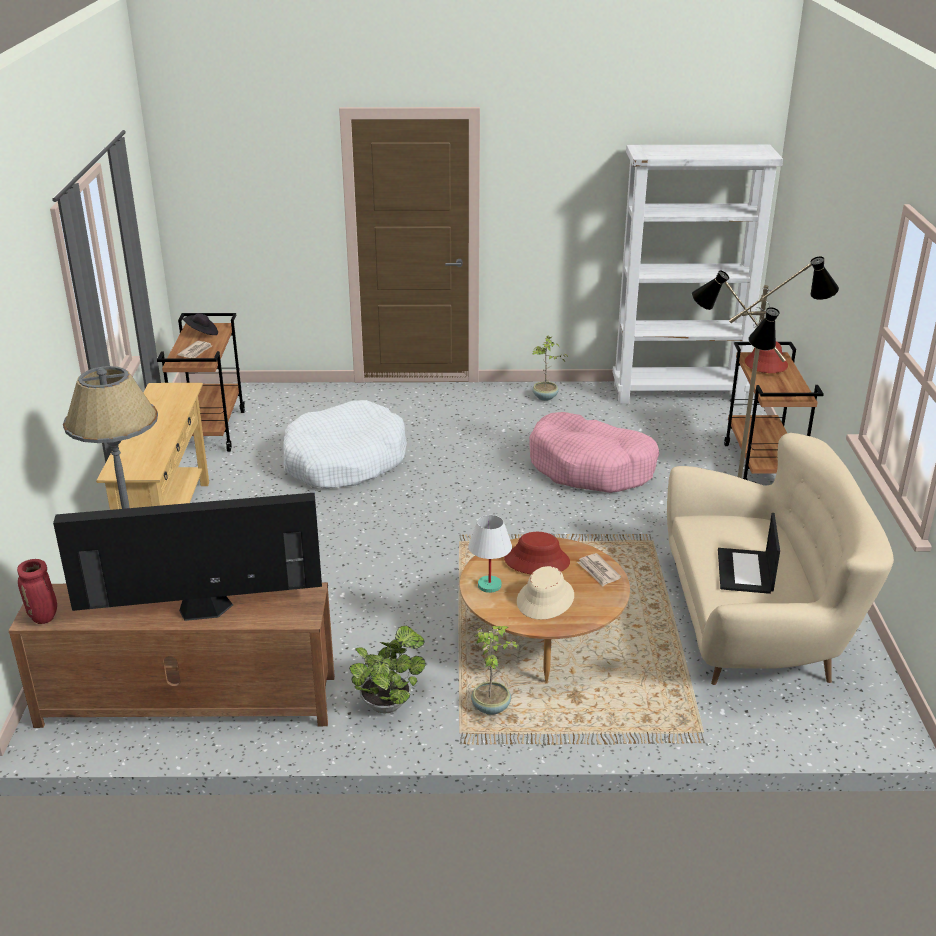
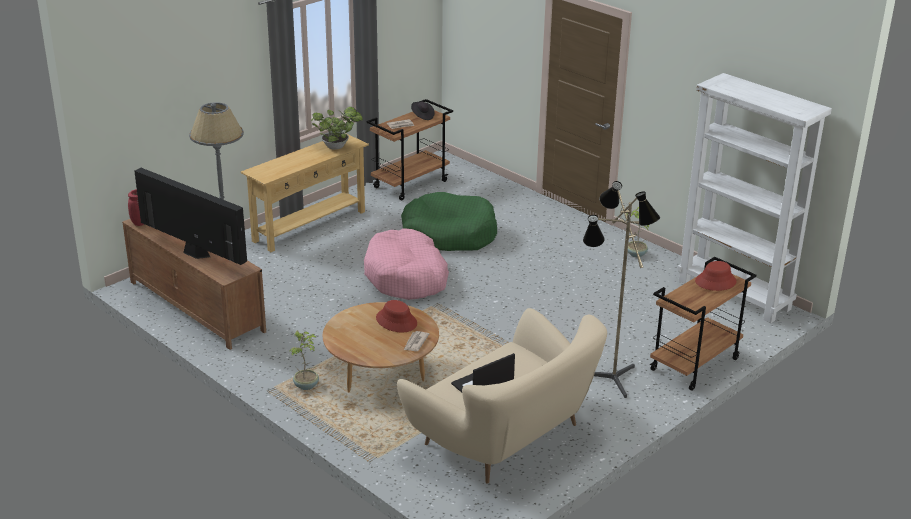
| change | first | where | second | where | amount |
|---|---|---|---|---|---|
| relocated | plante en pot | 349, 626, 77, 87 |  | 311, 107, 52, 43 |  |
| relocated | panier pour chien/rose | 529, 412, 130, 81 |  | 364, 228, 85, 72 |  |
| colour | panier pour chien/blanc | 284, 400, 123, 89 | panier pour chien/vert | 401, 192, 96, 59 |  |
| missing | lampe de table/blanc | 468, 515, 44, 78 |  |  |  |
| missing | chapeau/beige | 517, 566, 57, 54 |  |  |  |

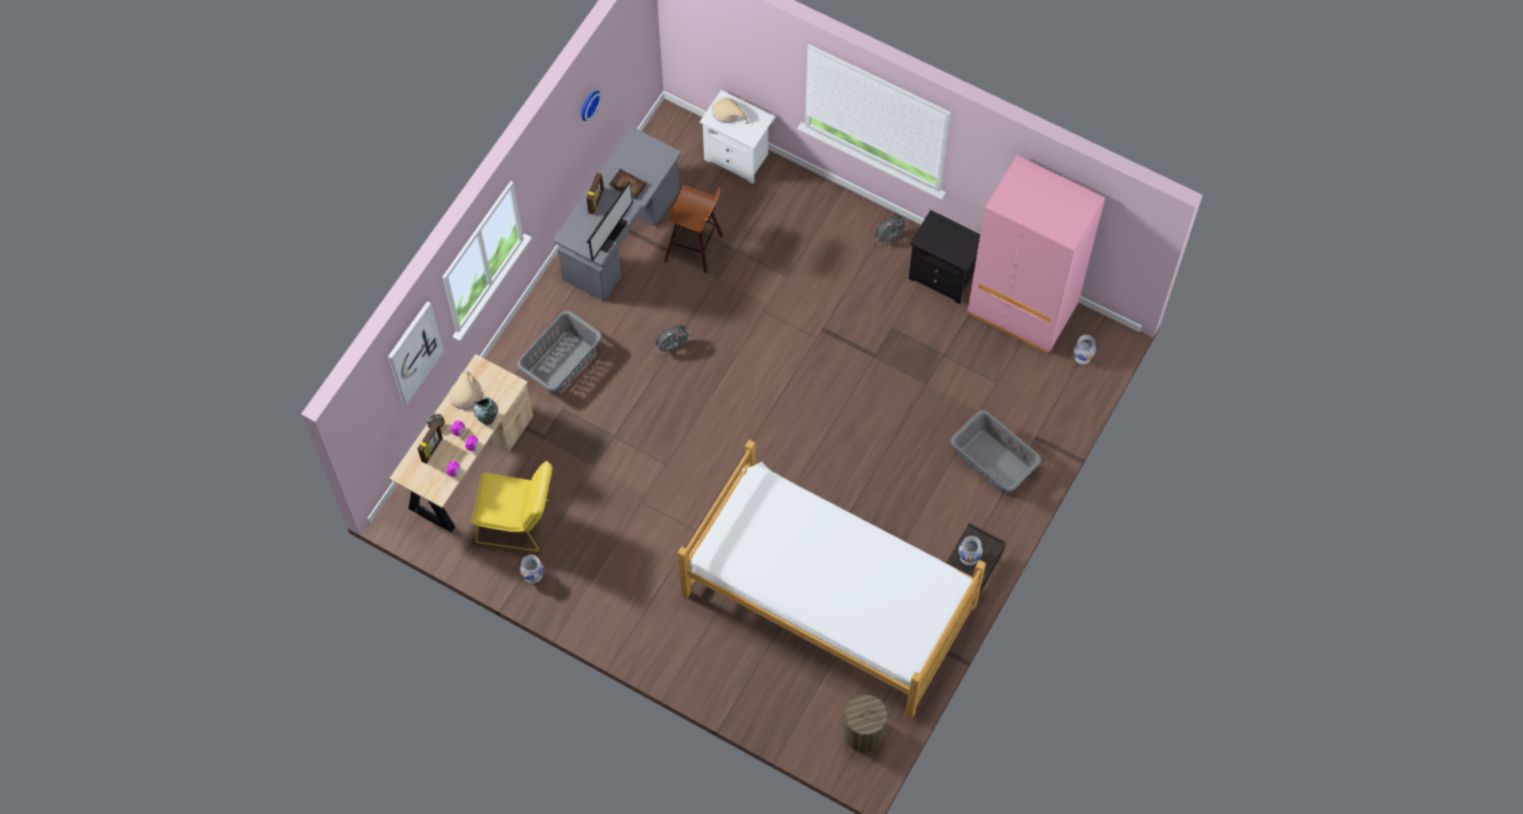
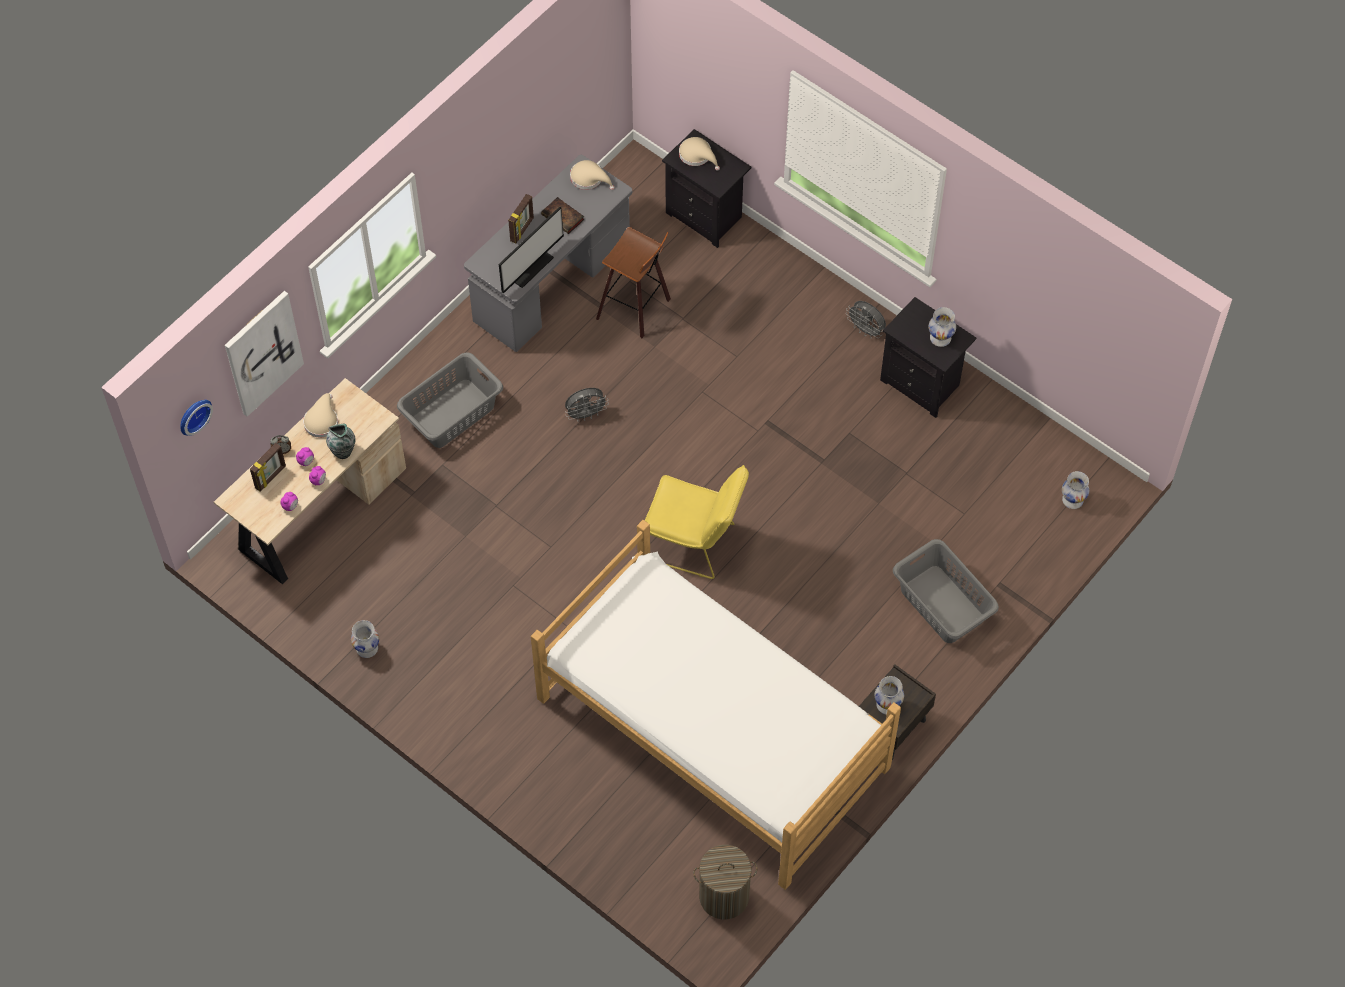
| change | first | where | second | where | amount |
|---|---|---|---|---|---|
| relocated | horloge murale | 581, 91, 21, 30 |  | 181, 400, 32, 36 |  |
| appeared |  |  | chapeau/beige | 570, 160, 45, 30 |  |
| relocated | chaise/jaune | 471, 461, 81, 90 |  | 645, 465, 104, 114 |  |
| colour | table de chevet/blanc | 700, 90, 75, 94 | table de chevet/noir | 662, 129, 89, 119 |  |
| spun | ventilateur/gris | 875, 215, 33, 30 |  | 846, 301, 40, 38 | 60 degrees clockwise |
| appeared |  |  | vase/blanc | 929, 307, 27, 40 |  |
| missing | armoire/rose | 968, 155, 137, 198 |  |  |  |

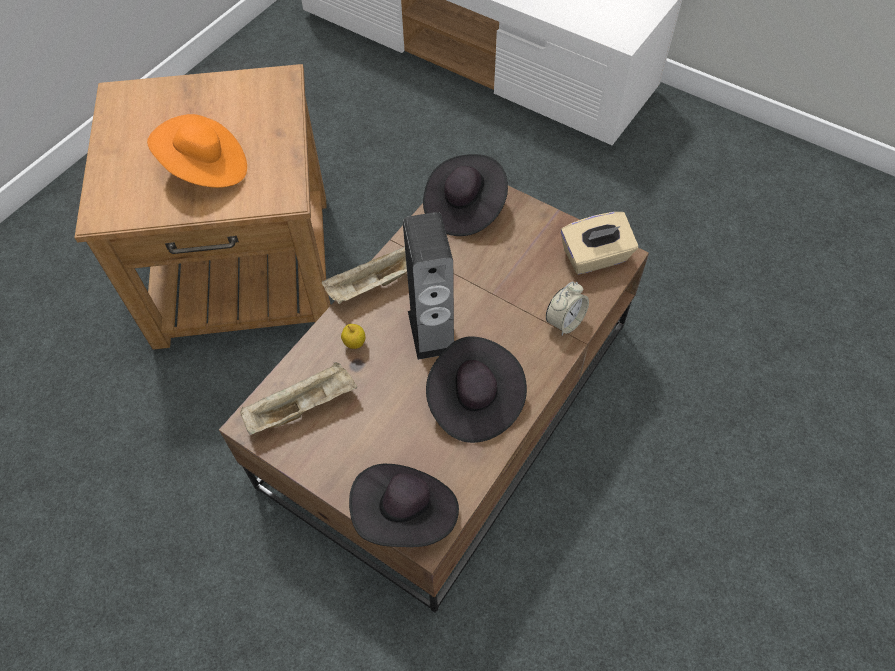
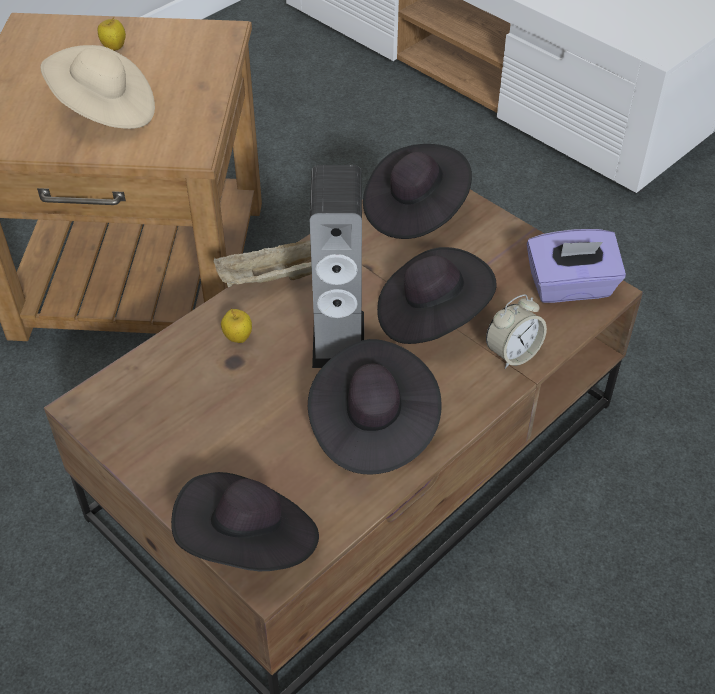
| change | first | where | second | where | amount |
|---|---|---|---|---|---|
| colour | chapeau/orange | 147, 114, 100, 74 | chapeau/beige | 40, 45, 115, 84 |  |
| appeared |  |  | pomme | 98, 17, 28, 34 |  |
| appeared |  |  | chapeau/noir | 377, 247, 119, 97 |  |
| colour | boîte à mouchoirs/beige | 561, 212, 77, 63 | boîte à mouchoirs/violet | 527, 229, 99, 74 |  |
| missing | plateau/beige | 240, 362, 117, 73 |  |  |  |

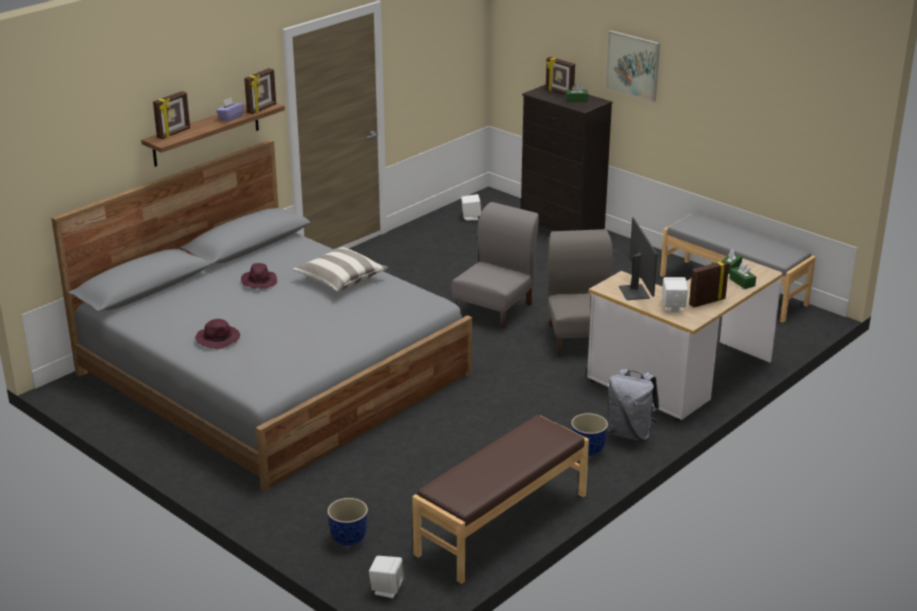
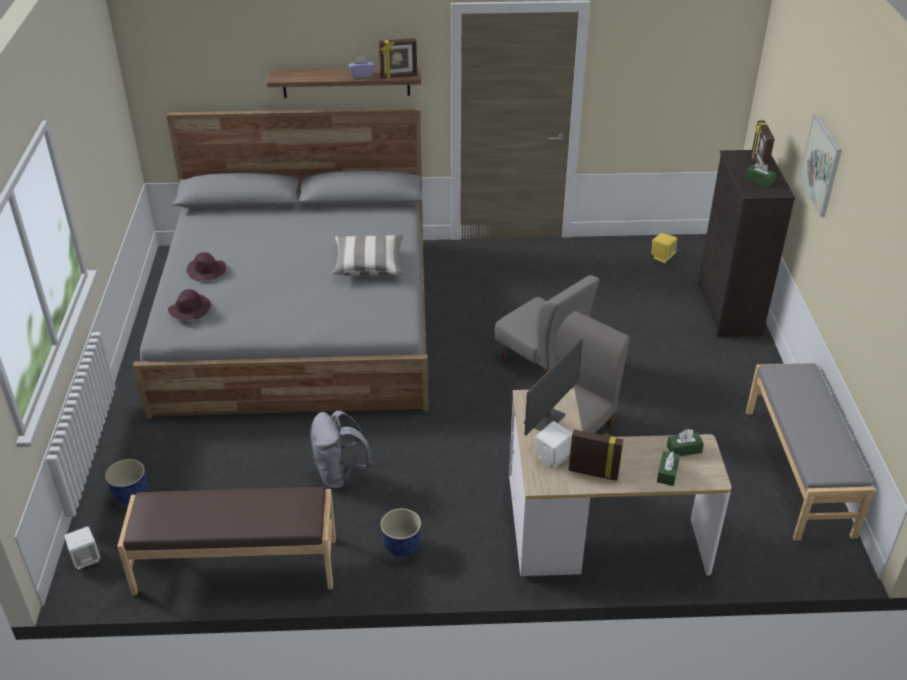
| change | first | where | second | where | amount |
|---|---|---|---|---|---|
| relocated | chapeau/violet | 241, 263, 36, 26 |  | 168, 289, 43, 31 |  |
| relocated | sac à dos/gris | 607, 369, 52, 72 |  | 310, 410, 62, 79 |  |
| spun | chaise/gris | 452, 202, 87, 127 |  | 494, 275, 105, 101 | 60 degrees clockwise |
| colour | enceinte/blanc | 461, 194, 20, 26 | enceinte/jaune | 651, 233, 26, 30 |  |
| missing | cadre photo | 153, 91, 37, 48 |  |  |  |

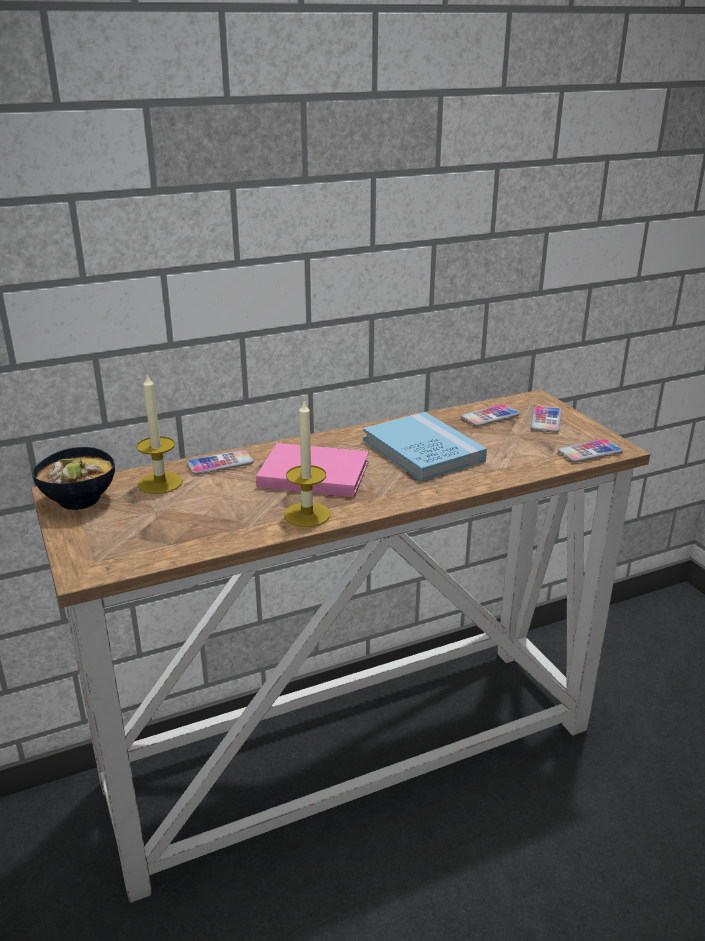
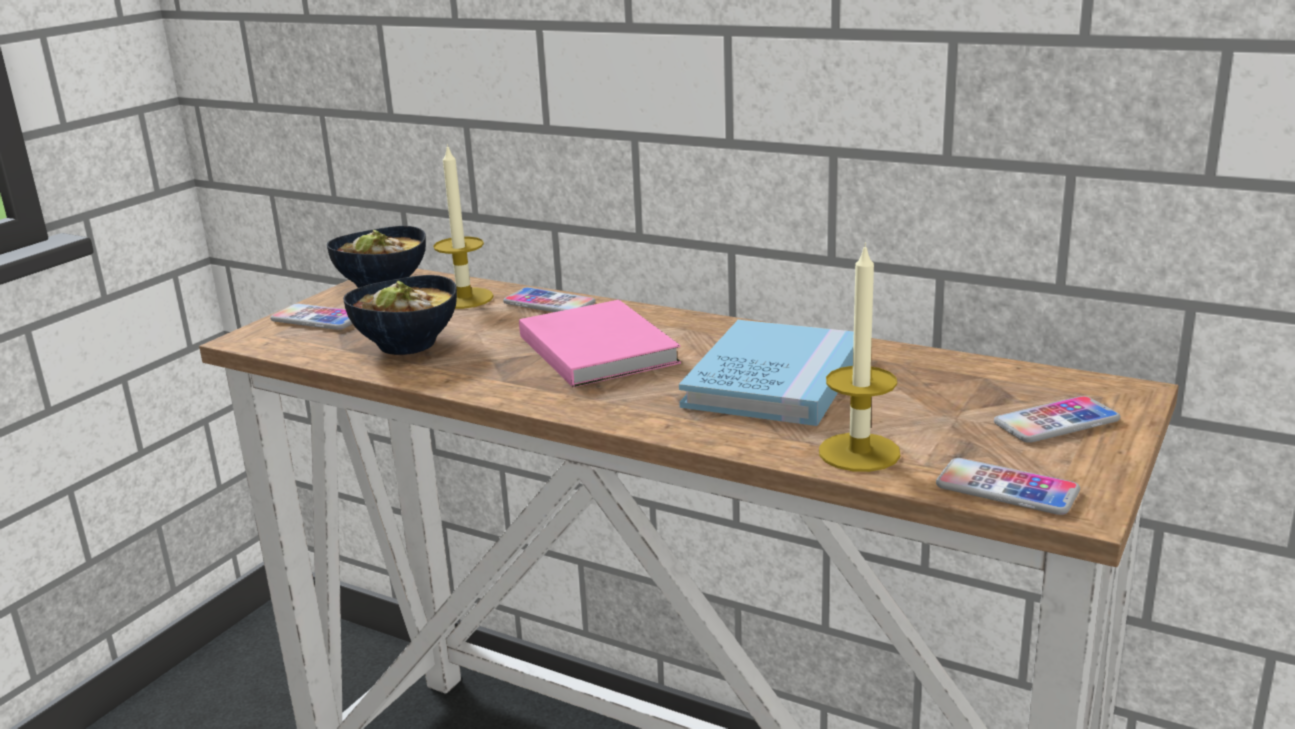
| change | first | where | second | where | amount |
|---|---|---|---|---|---|
| relocated | téléphone | 461, 404, 58, 23 |  | 270, 304, 83, 26 |  |
| appeared |  |  | bol | 343, 275, 114, 80 |  |
| relocated | bougie | 284, 401, 46, 126 |  | 819, 243, 82, 229 |  |

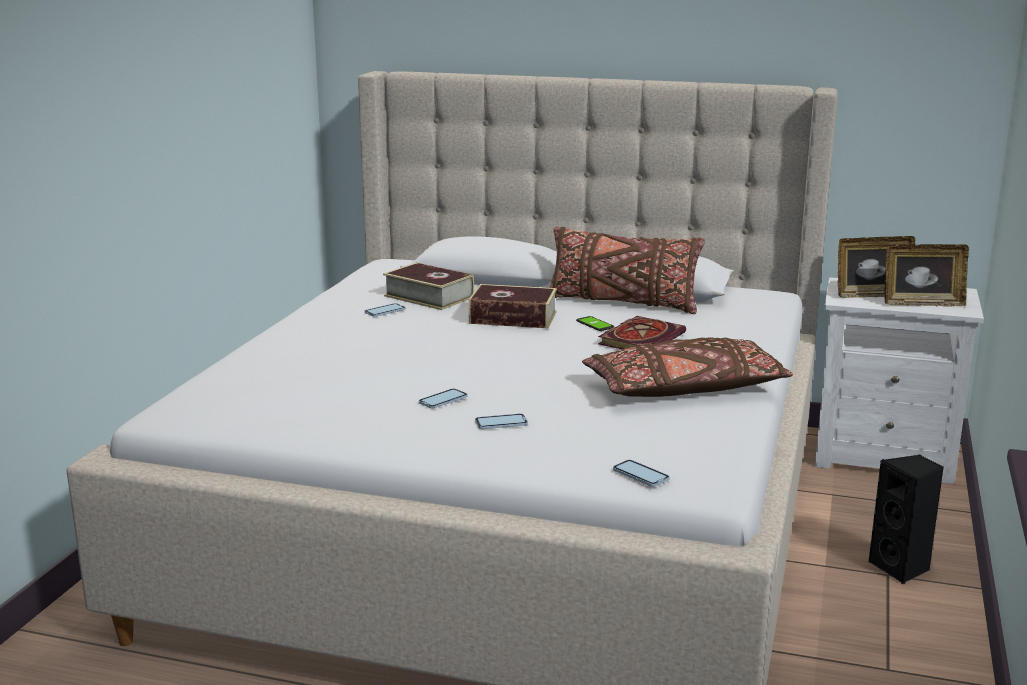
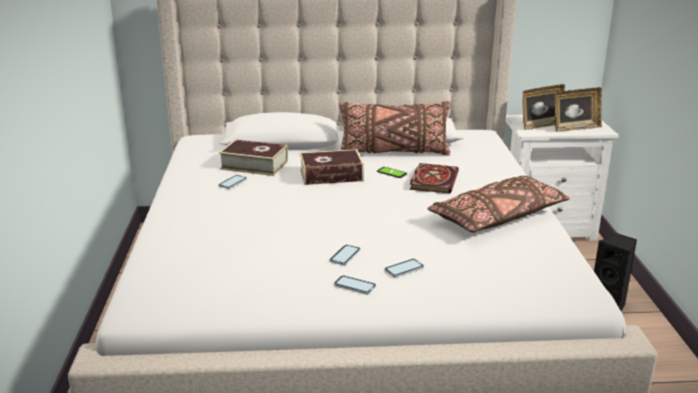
| change | first | where | second | where | amount |
|---|---|---|---|---|---|
| relocated | téléphone | 613, 460, 57, 27 |  | 334, 275, 42, 19 |  |

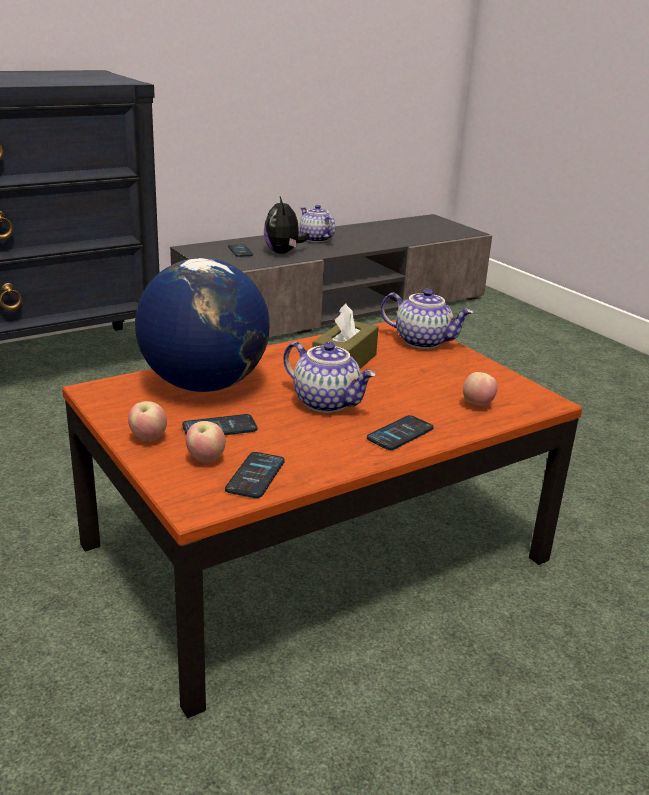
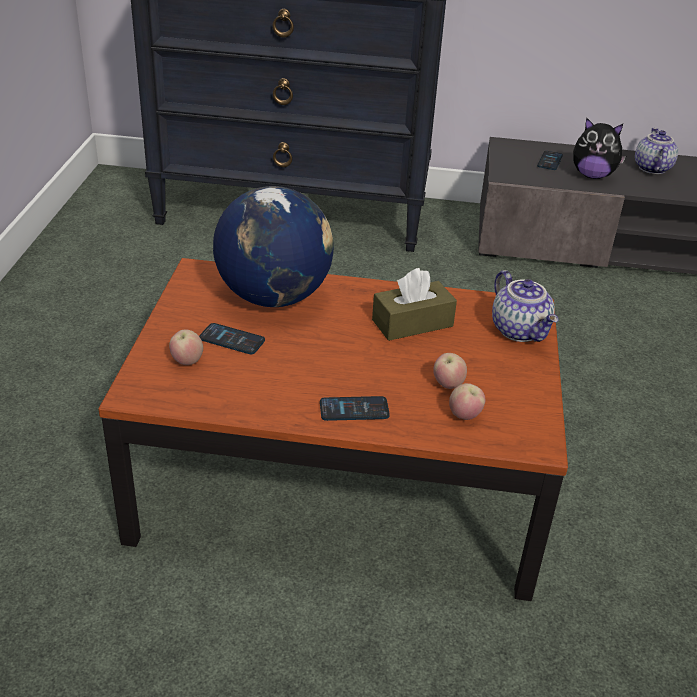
| change | first | where | second | where | amount |
|---|---|---|---|---|---|
| relocated | pomme | 128, 401, 39, 40 |  | 433, 353, 34, 36 |  |
| spun | peluche | 264, 197, 45, 57 |  | 573, 118, 53, 61 | 105 degrees counterclockwise |
| missing | téléphone | 225, 452, 60, 46 |  |  |  |
| missing | théière | 283, 342, 93, 71 |  |  |  |

